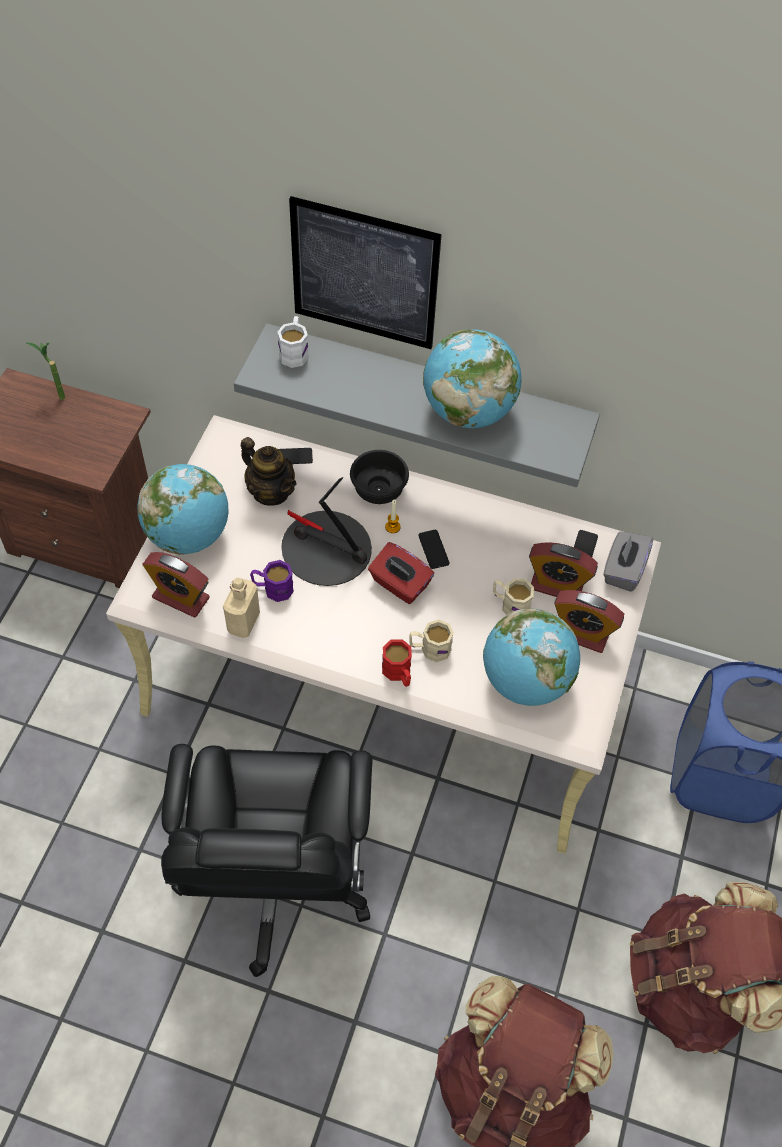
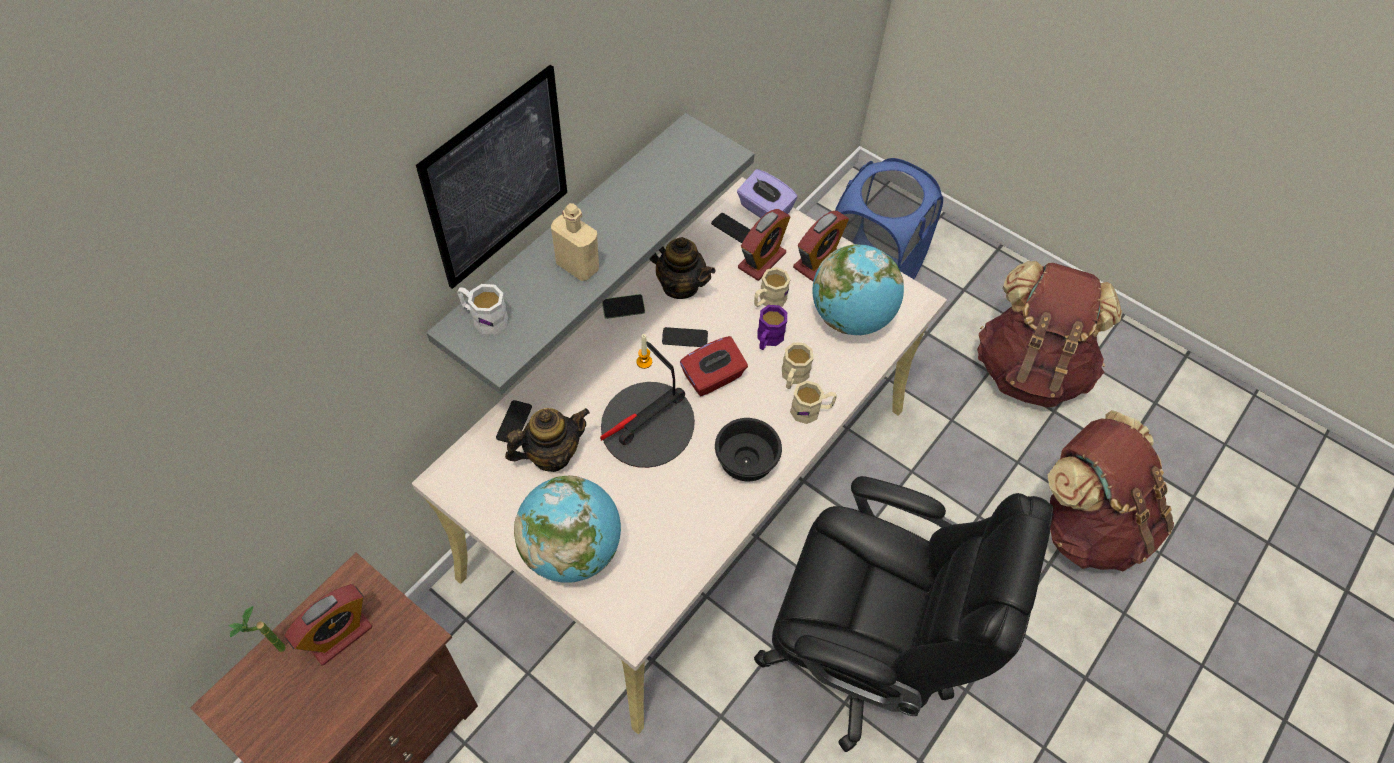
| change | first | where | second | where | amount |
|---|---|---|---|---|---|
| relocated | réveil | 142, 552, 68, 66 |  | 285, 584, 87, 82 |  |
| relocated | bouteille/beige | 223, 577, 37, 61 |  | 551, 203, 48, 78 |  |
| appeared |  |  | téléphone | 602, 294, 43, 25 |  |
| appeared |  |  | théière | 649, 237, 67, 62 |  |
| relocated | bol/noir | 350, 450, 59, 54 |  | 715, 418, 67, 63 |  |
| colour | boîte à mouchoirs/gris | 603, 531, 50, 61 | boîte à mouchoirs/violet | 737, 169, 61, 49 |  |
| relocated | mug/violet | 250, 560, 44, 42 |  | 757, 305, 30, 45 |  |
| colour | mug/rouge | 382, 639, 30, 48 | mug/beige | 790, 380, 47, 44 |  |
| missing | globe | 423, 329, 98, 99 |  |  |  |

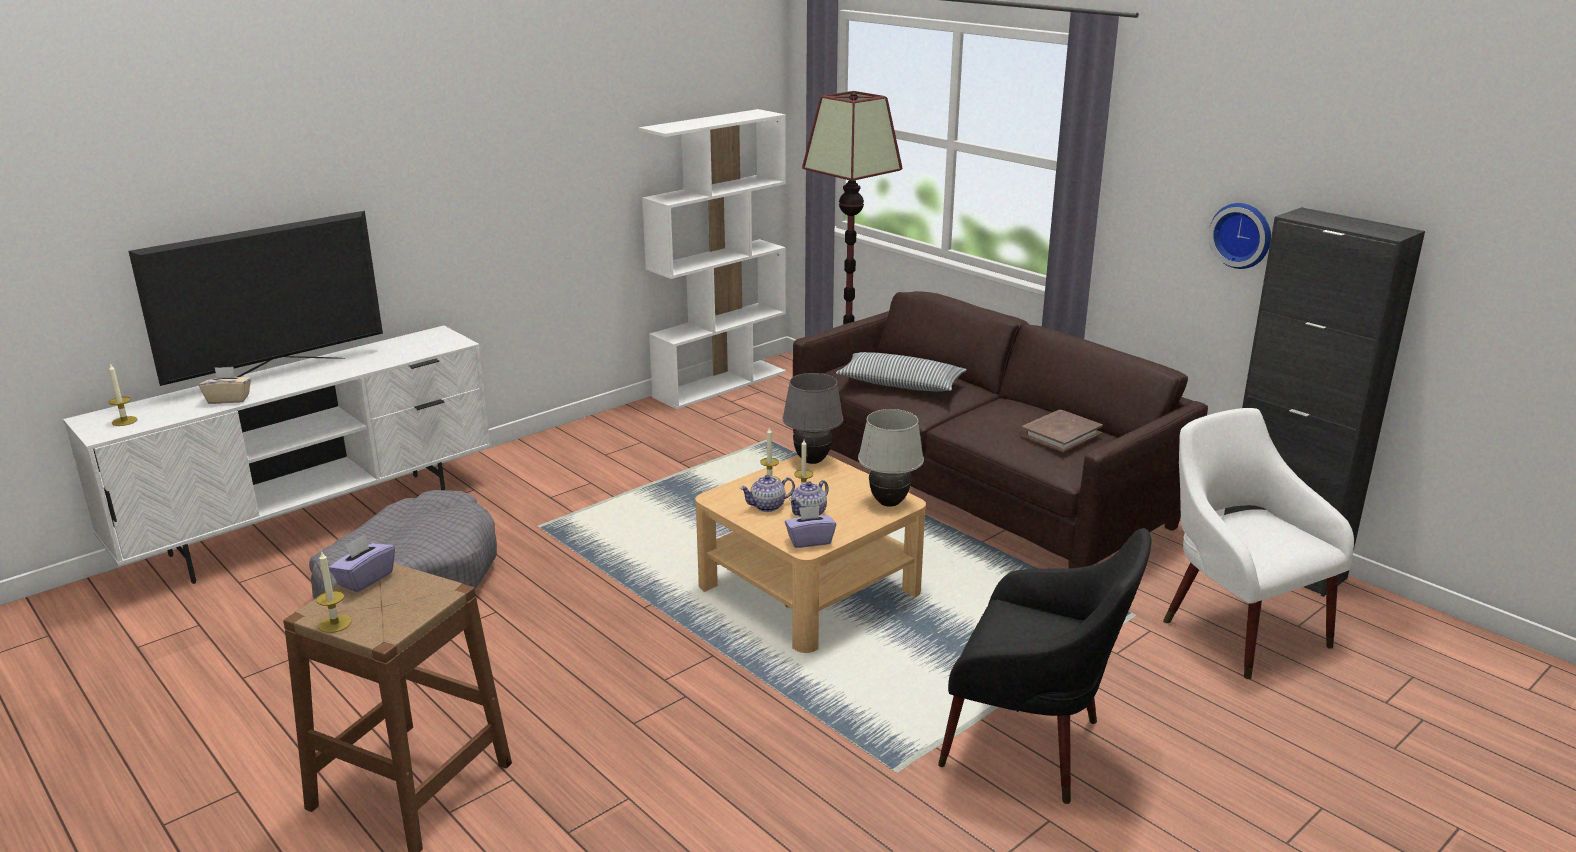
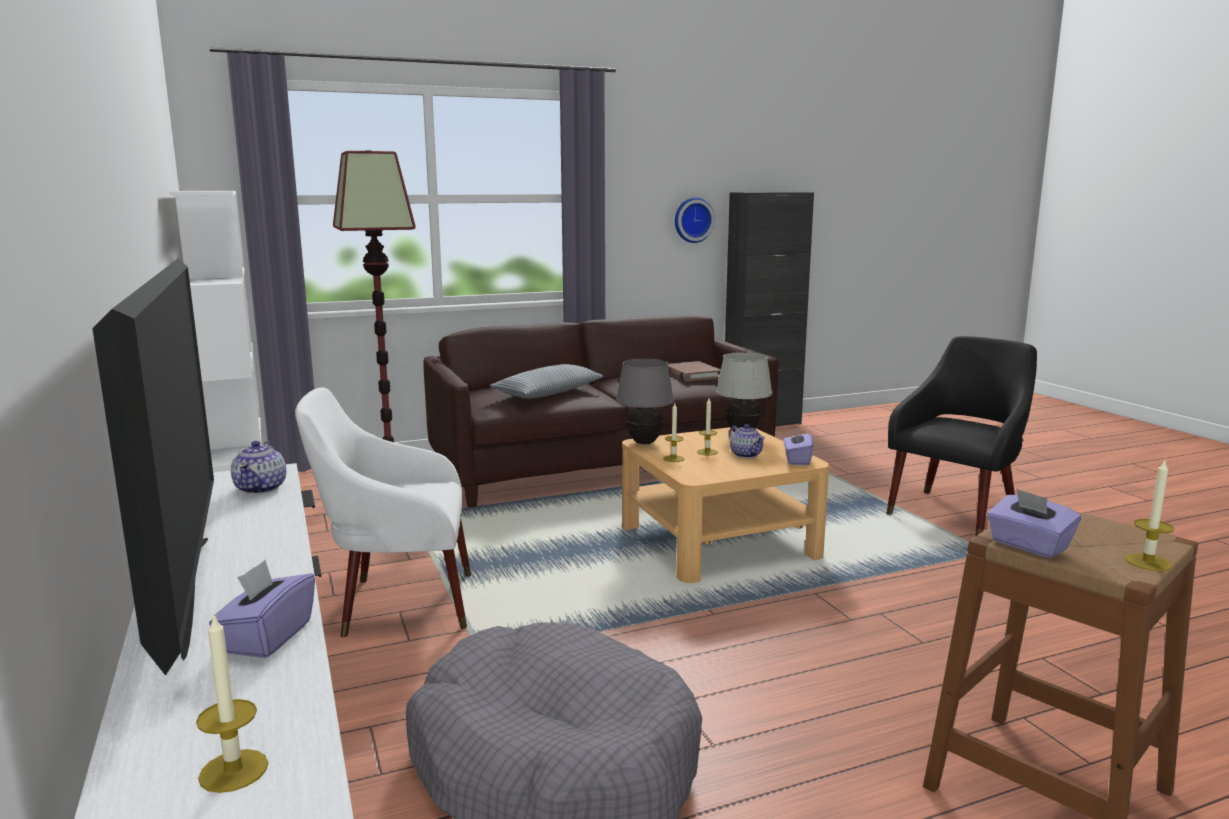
| change | first | where | second | where | amount |
|---|---|---|---|---|---|
| colour | boîte à mouchoirs/beige | 199, 367, 52, 37 | boîte à mouchoirs/violet | 209, 560, 106, 98 |  |
| relocated | théière | 739, 475, 56, 37 |  | 231, 441, 55, 54 |  |
| relocated | fauteuil/blanc | 1163, 408, 191, 271 |  | 295, 387, 176, 251 |  |

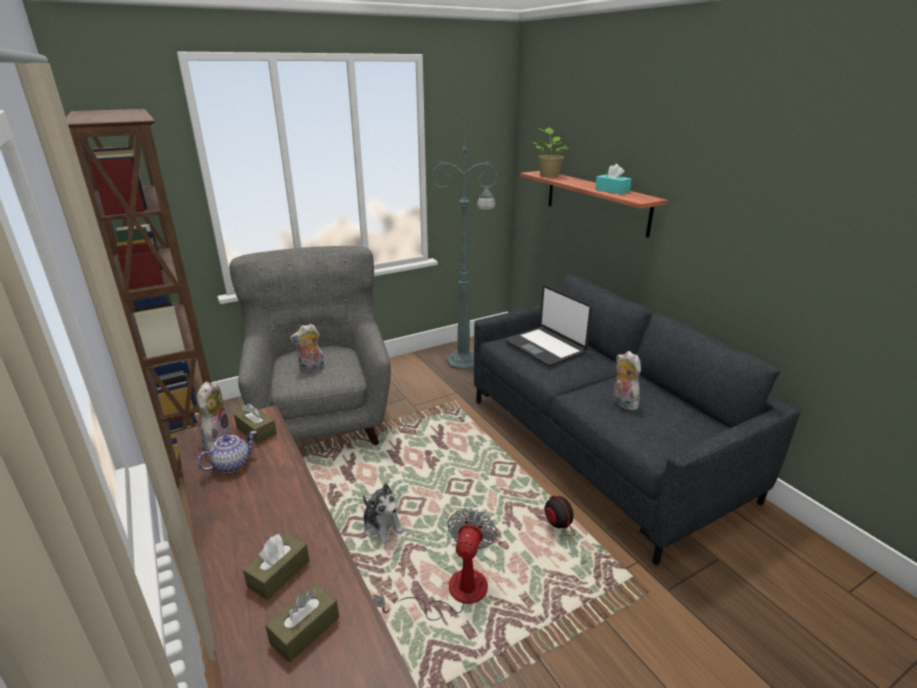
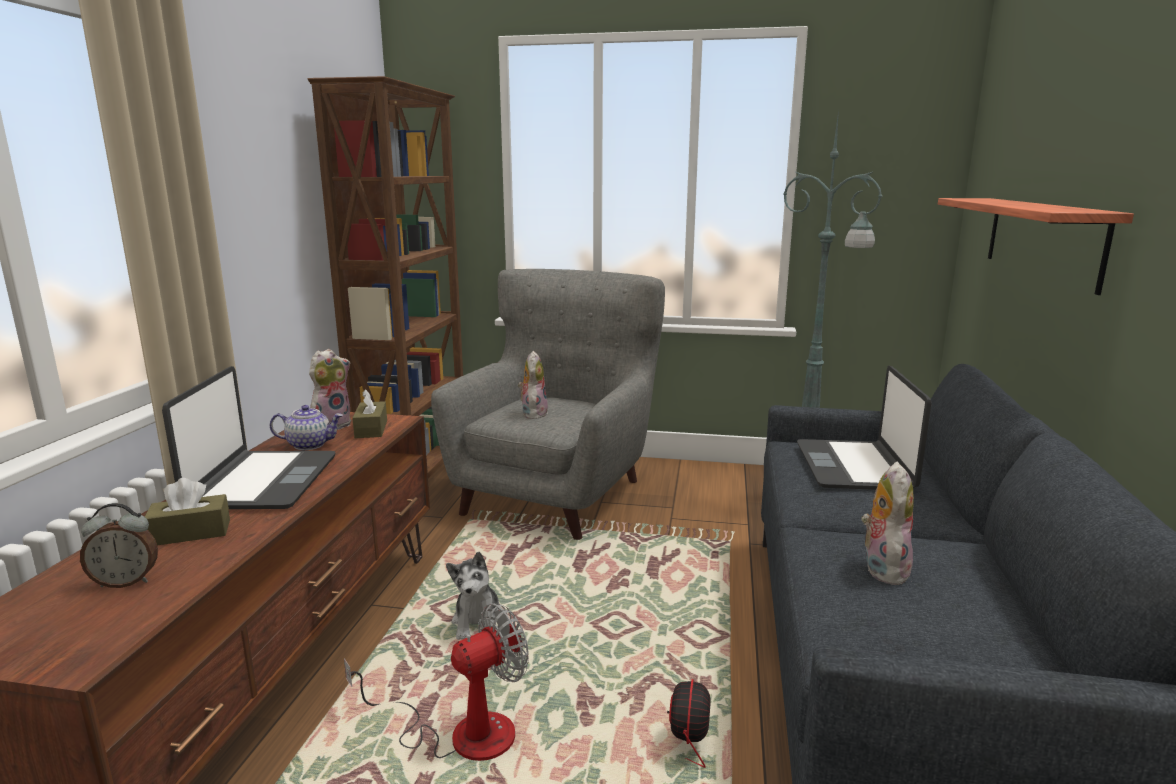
| change | first | where | second | where | amount |
|---|---|---|---|---|---|
| exchanged | boîte à mouchoirs/marron | 265, 584, 74, 79 | réveil | 80, 503, 78, 85 |  |
| appeared |  |  | ordinateur portable | 162, 366, 174, 143 |  |
| spun | peluche | 290, 324, 35, 49 |  | 518, 351, 30, 68 | 75 degrees clockwise |
| missing | plante en pot | 533, 127, 35, 50 |  |  |  |
| missing | boîte à mouchoirs/turquoise | 595, 164, 37, 30 |  |  |  |

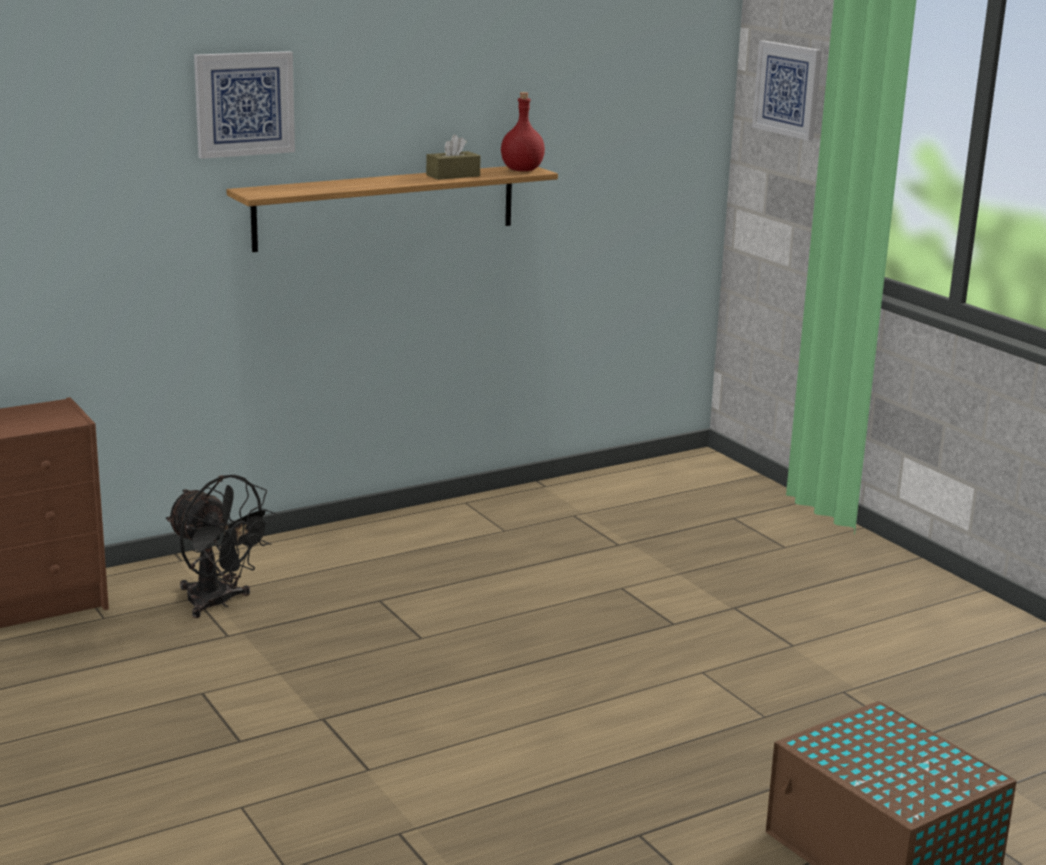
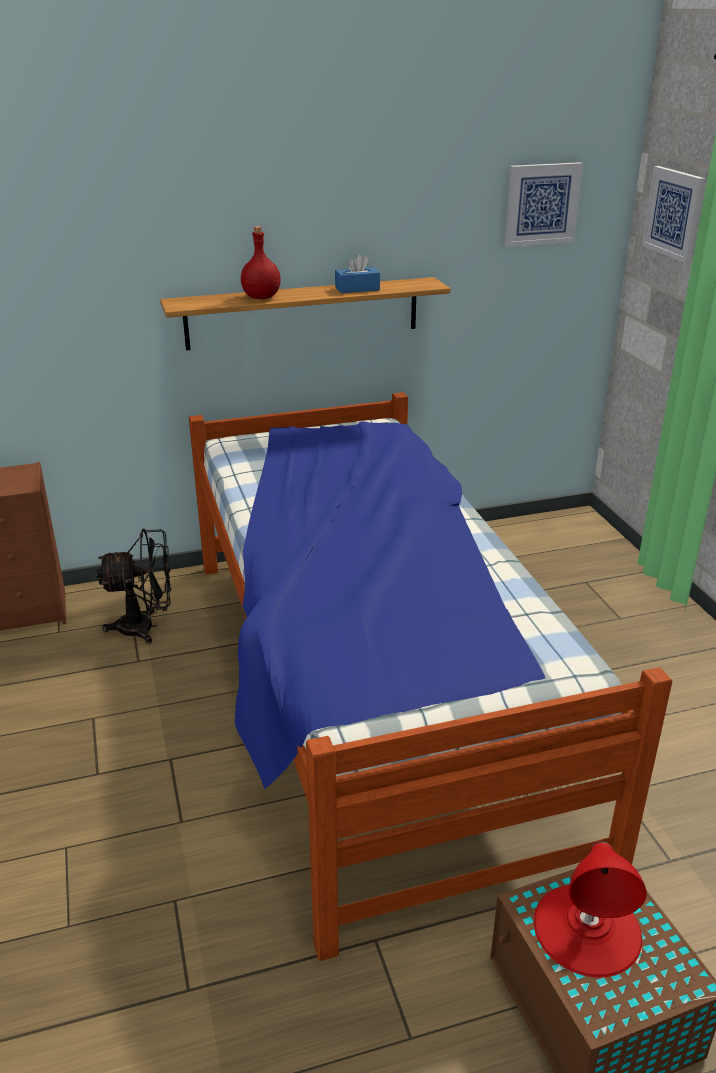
| change | first | where | second | where | amount |
|---|---|---|---|---|---|
| spun | ventilateur/noir | 166, 475, 110, 143 |  | 96, 529, 75, 115 | 60 degrees counterclockwise |
| appeared |  |  | lit | 189, 392, 483, 569 |  |
| relocated | bouteille/rouge | 501, 92, 44, 79 |  | 241, 226, 40, 73 |  |
| colour | boîte à mouchoirs/marron | 426, 135, 55, 45 | boîte à mouchoirs/bleu | 335, 254, 45, 39 |  |
| relocated | tableau | 194, 51, 101, 108 |  | 504, 162, 79, 85 |  |
| appeared |  |  | lampe de table/rouge | 534, 841, 113, 137 |  |

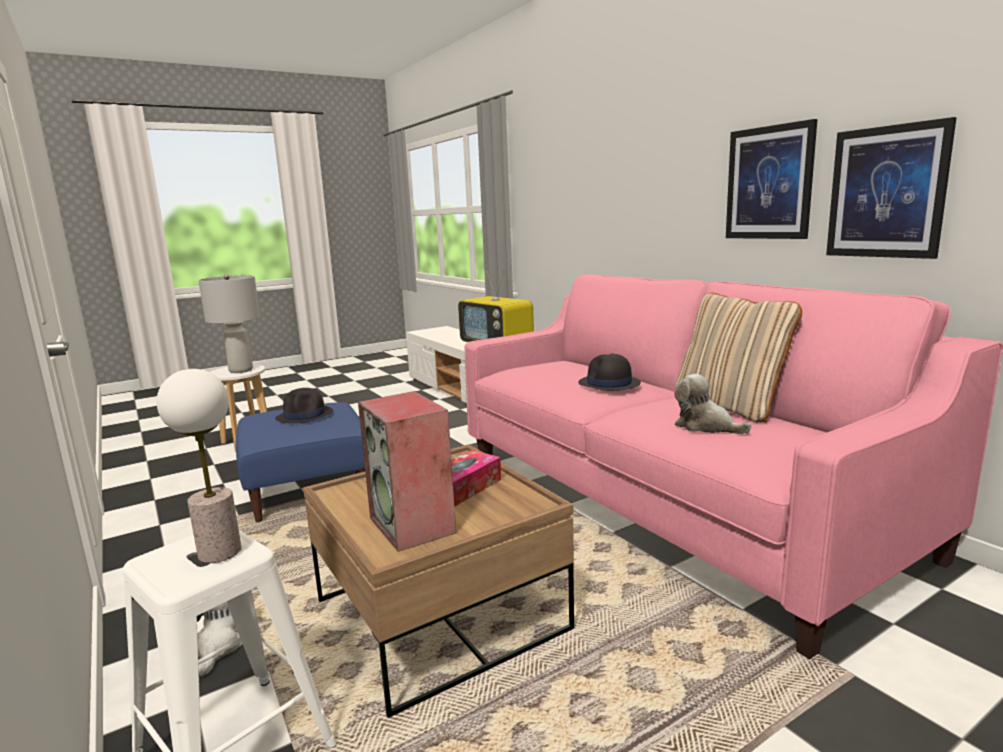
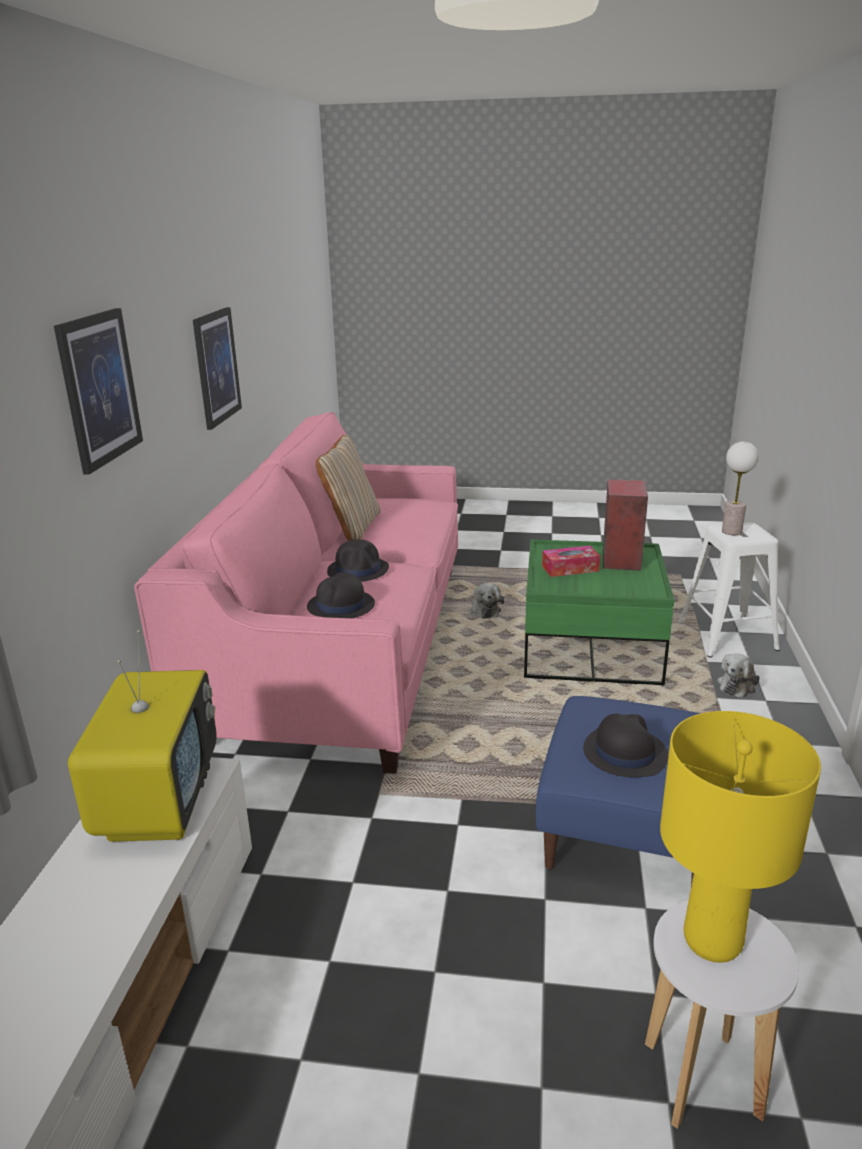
| change | first | where | second | where | amount |
|---|---|---|---|---|---|
| relocated | tableau | 826, 117, 131, 142 |  | 54, 308, 89, 167 |  |
| appeared |  |  | chapeau/noir | 307, 572, 68, 46 |  |
| relocated | peluche | 674, 374, 78, 60 |  | 470, 583, 34, 36 |  |
| colour | table basse/marron | 303, 445, 271, 273 | table basse/vert | 524, 539, 150, 146 |  |
| colour | lampe de table/gris | 198, 274, 62, 99 | lampe de table/jaune | 660, 711, 161, 252 |  |

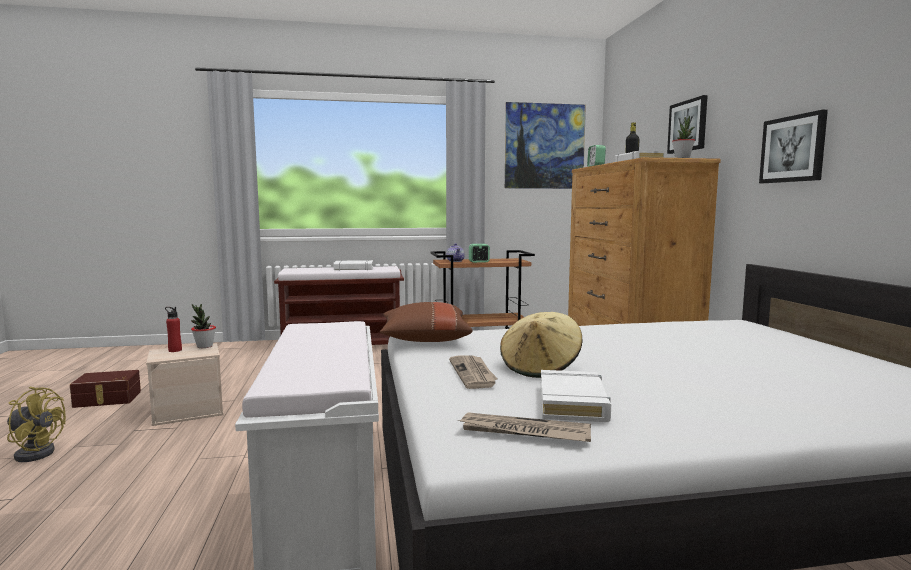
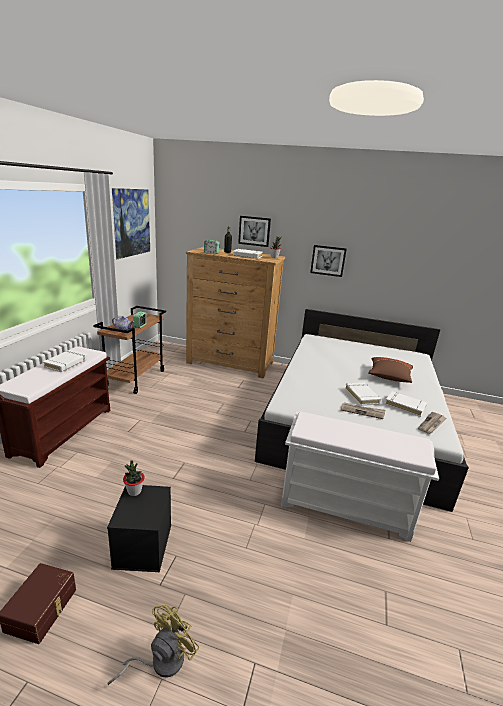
| change | first | where | second | where | amount |
|---|---|---|---|---|---|
| colour | boîte de rangement/beige | 146, 343, 77, 83 | boîte de rangement/noir | 107, 485, 64, 87 |  |
| exchanged | chapeau/beige | 500, 312, 83, 66 | livre/blanc | 345, 383, 36, 23 |  |
| relocated | coussin/marron | 380, 302, 93, 40 |  | 368, 357, 45, 26 |  |
| missing | bouteille/rouge | 165, 307, 17, 45 |  |  |  |

